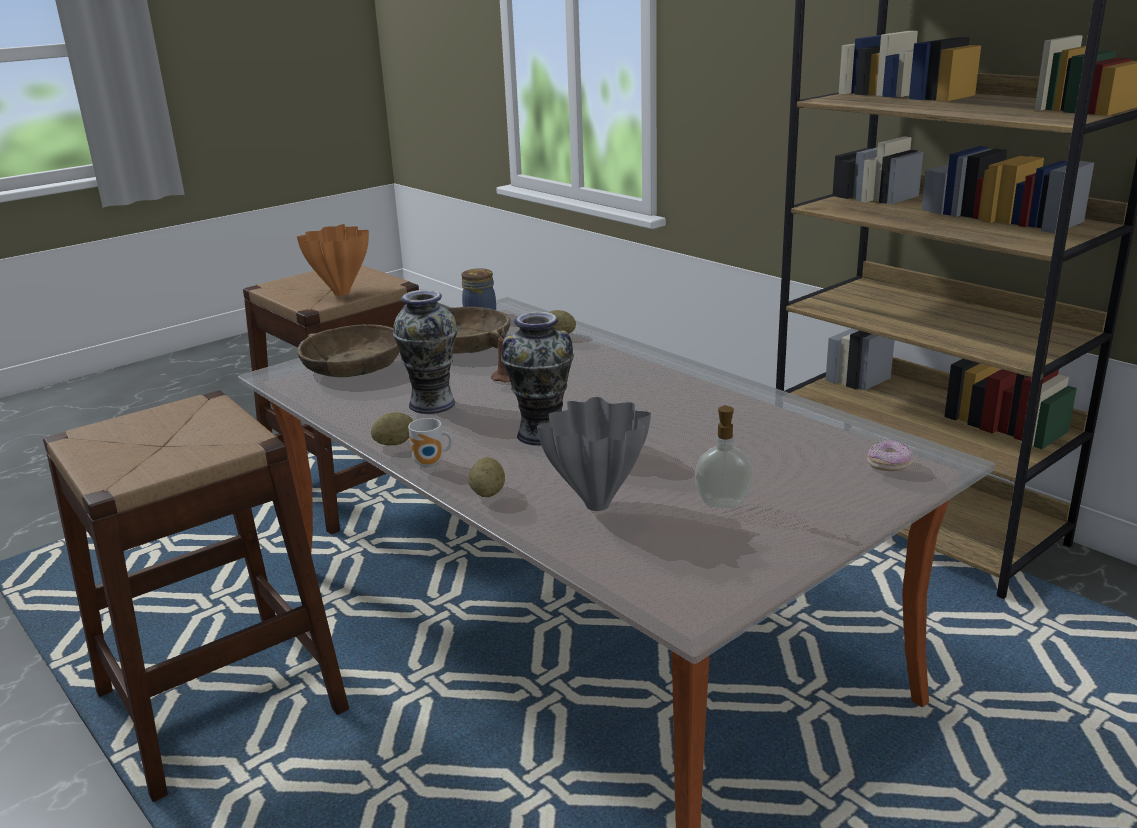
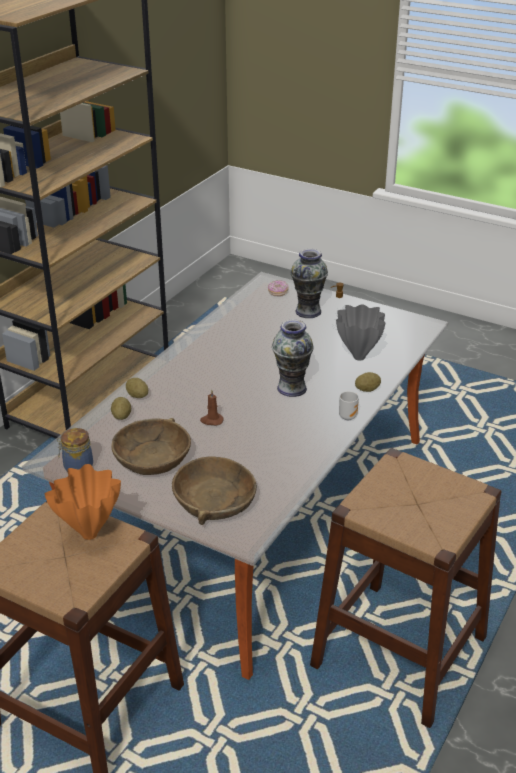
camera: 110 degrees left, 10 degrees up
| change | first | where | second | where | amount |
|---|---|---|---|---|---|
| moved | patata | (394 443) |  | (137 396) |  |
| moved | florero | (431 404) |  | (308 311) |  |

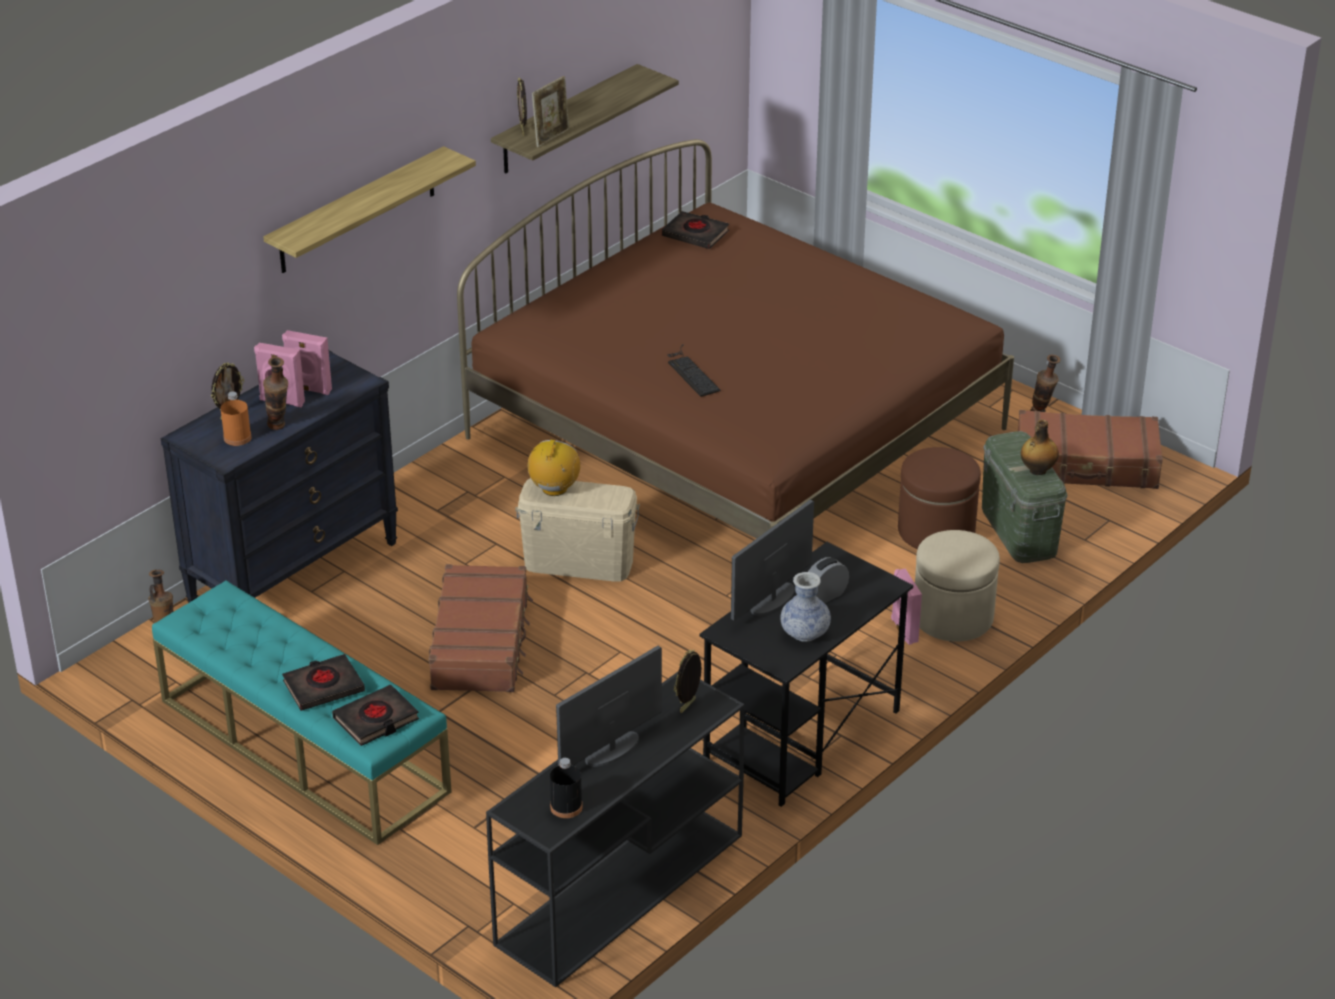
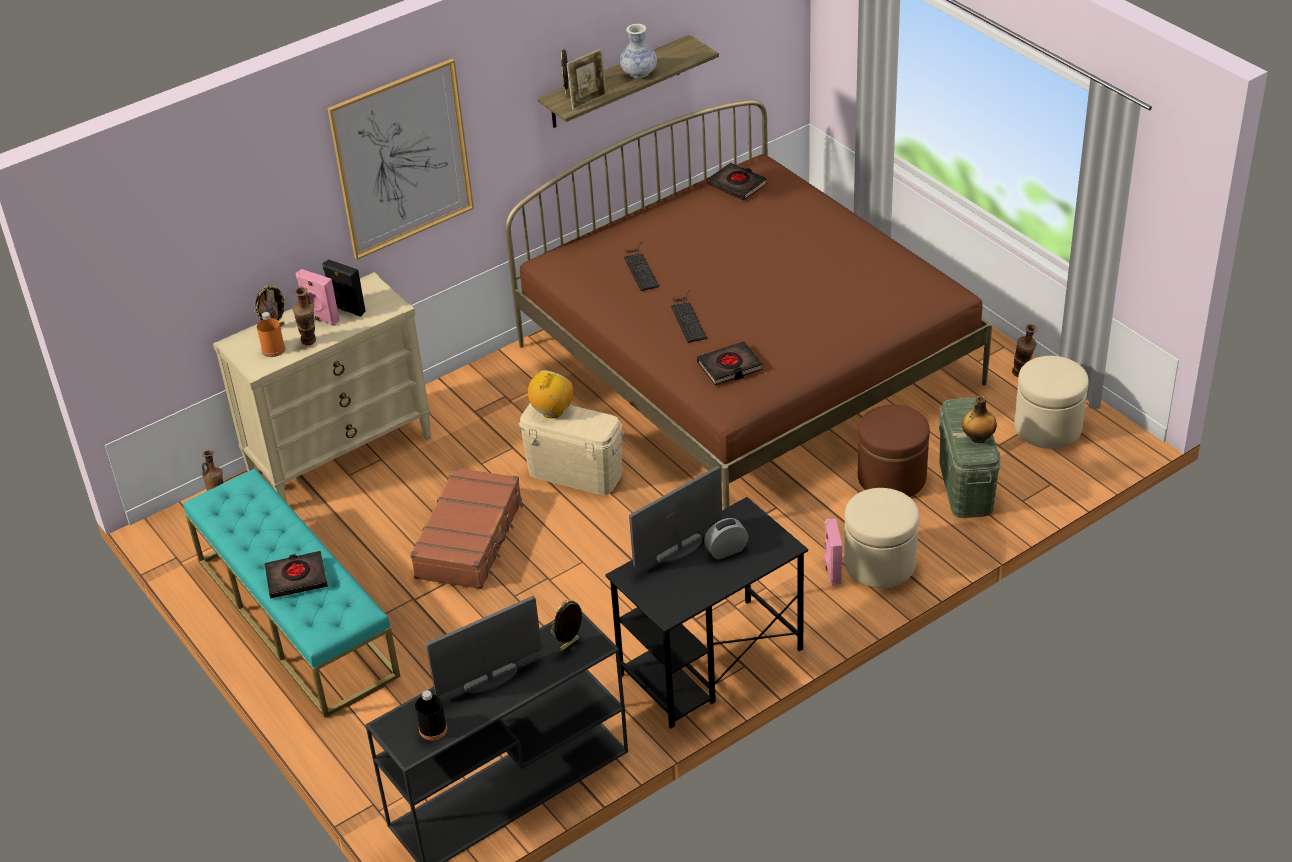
camera: 15 degrees right, 5 degrees up
| change | first | where | second | where | amount |
|---|---|---|---|---|---|
| recoloured | cómoda [negro] | (294 571) | cómoda [beis] | (341 455) |  |
| replaced | estante | (357 211) | cuadro | (402 159) |  |
| recoloured | altavoz [rosa] | (309 389) | altavoz [negro] | (347 309) |  |
| moved | libro [negro] | (376 720) |  | (729 367) |  |
| moved | florero | (804 633) |  | (639 73) |  |
| replaced | maleta [marrón] | (1086 465) | puf [beis] | (1047 427) |  |
| added |  |  | teclado | (640 268) |  |

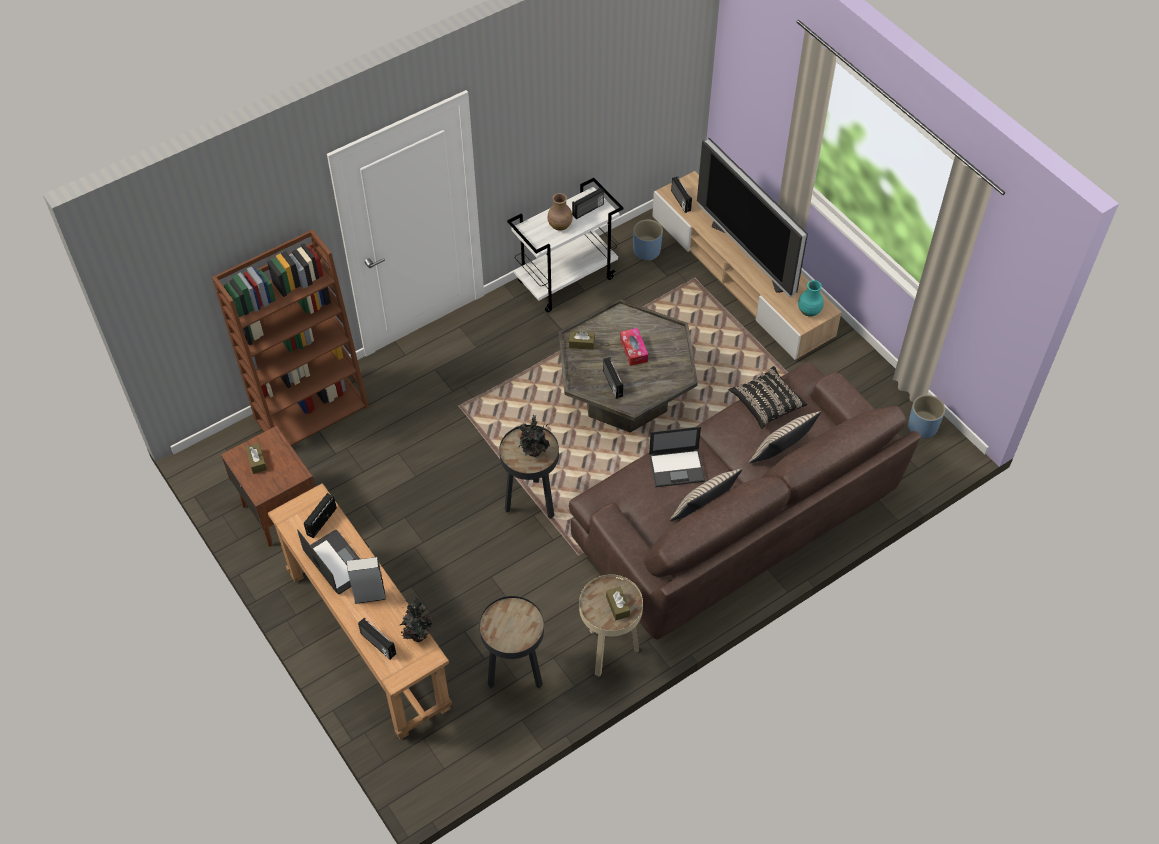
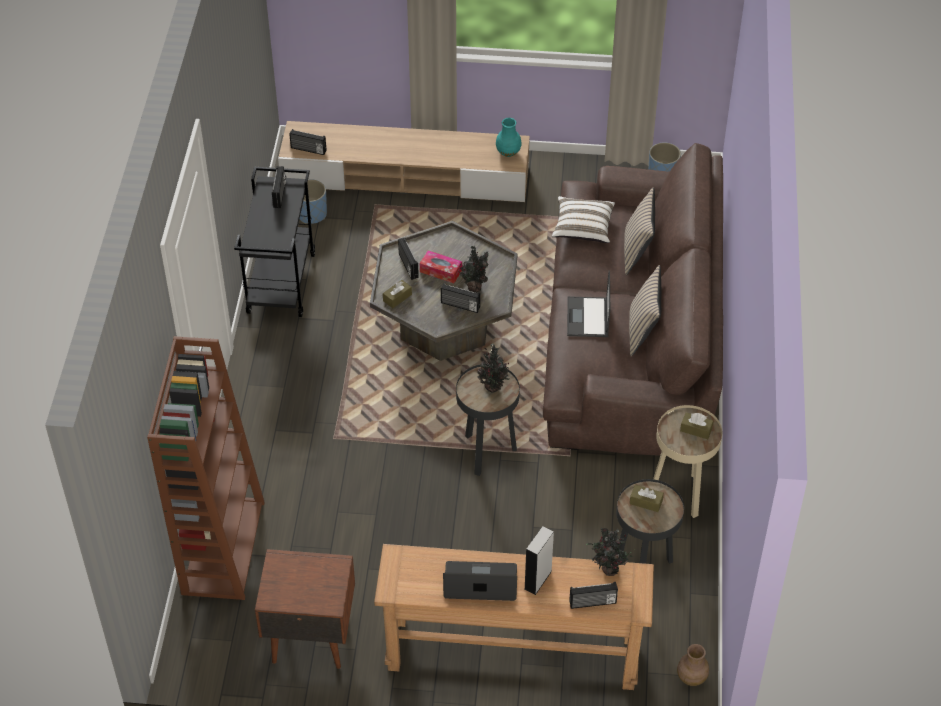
camera: 50 degrees left, 5 degrees down
| change | first | where | second | where | amount |
|---|---|---|---|---|---|
| moved | caja de pañuelos [marrón] | (257 461) |  | (646 502) |  |
| moved | radio | (321 521) |  | (407 266) |  |
| recoloured | carrito [blanco] | (566 279) | carrito [negro] | (280 282) |  |
| moved | florero [marrón] | (560 225) |  | (691 677) |  |
| turned | portátil | (677 467) |  | (588 318) | 150 degrees clockwise |
| removed | televisor | (751 254) |  |  |  |
| recoloured | cojín [negro] | (766 404) | cojín [blanco] | (583 228) |  |
| added |  |  | planta en maceta | (475 286) |  |

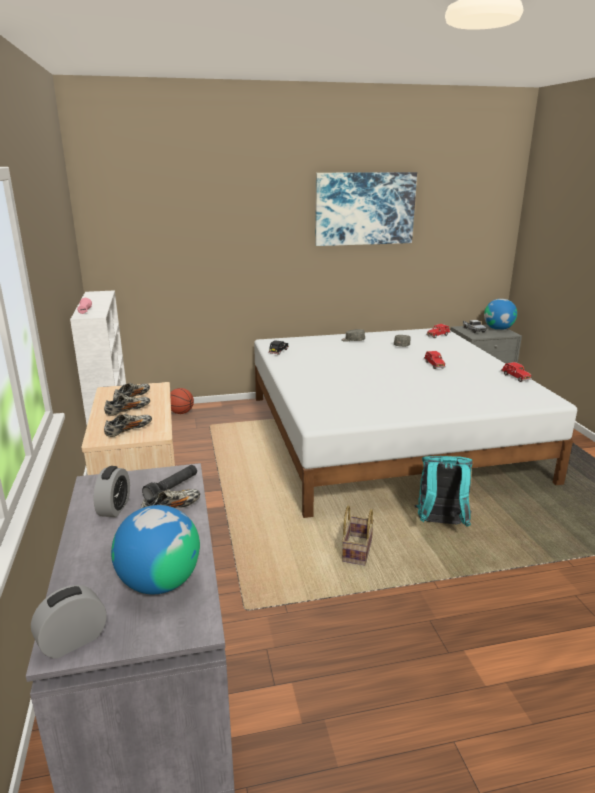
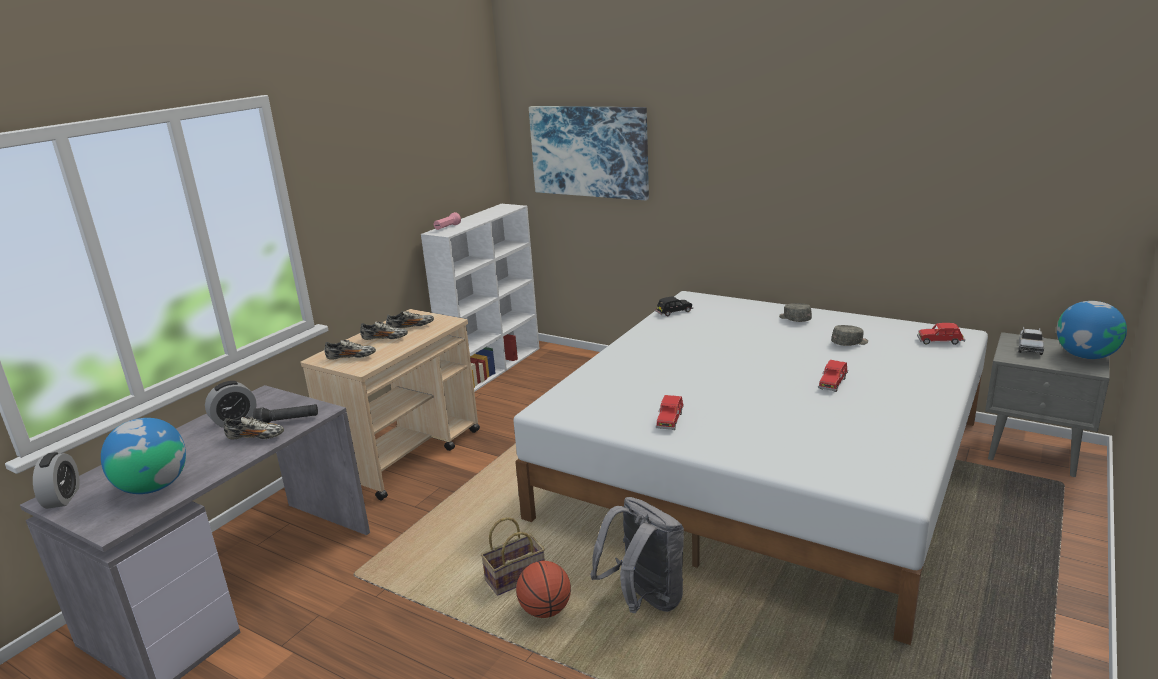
camera: 45 degrees right, 0 degrees up
| change | first | where | second | where | amount |
|---|---|---|---|---|---|
| turned | despertador | (73 641) |  | (63 498) | 75 degrees clockwise |
| moved | balón de baloncesto | (181 413) |  | (545 610) |  |
| moved | cuadro | (364 209) |  | (589 151) |  |
| recoloured | mochila [turquesa] | (440 524) | mochila [gris] | (644 600) |  |
| moved | coche de juguete [rojo] | (515 377) |  | (670 420) |  |

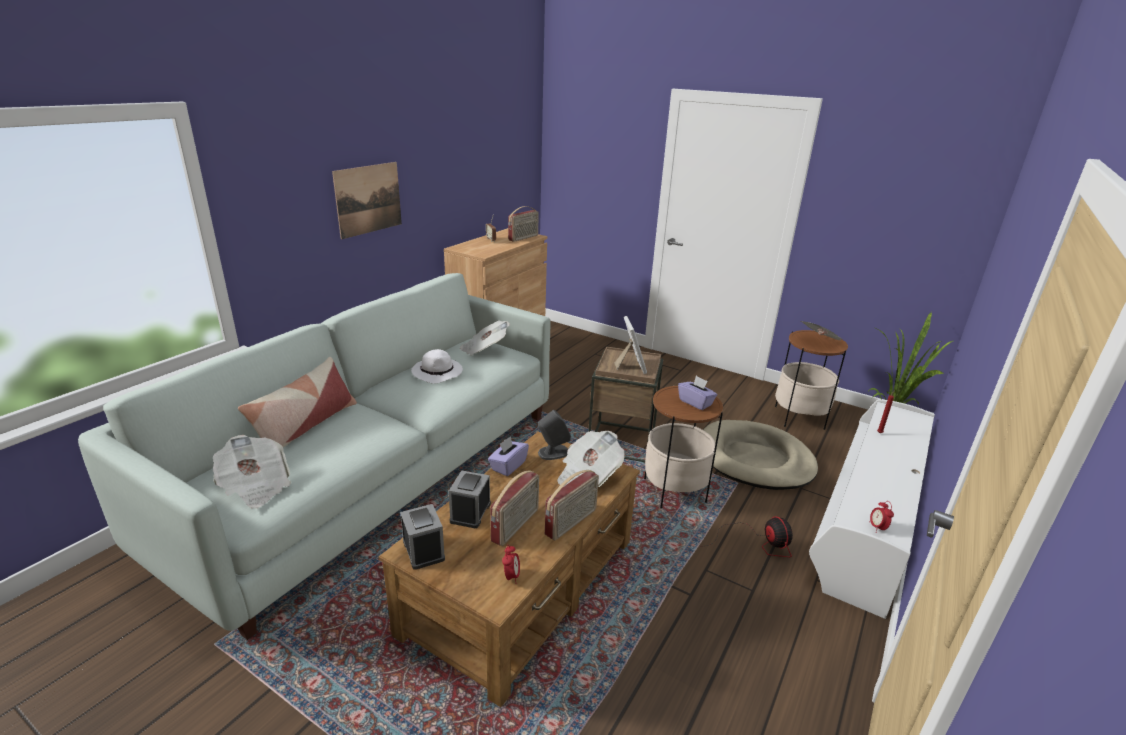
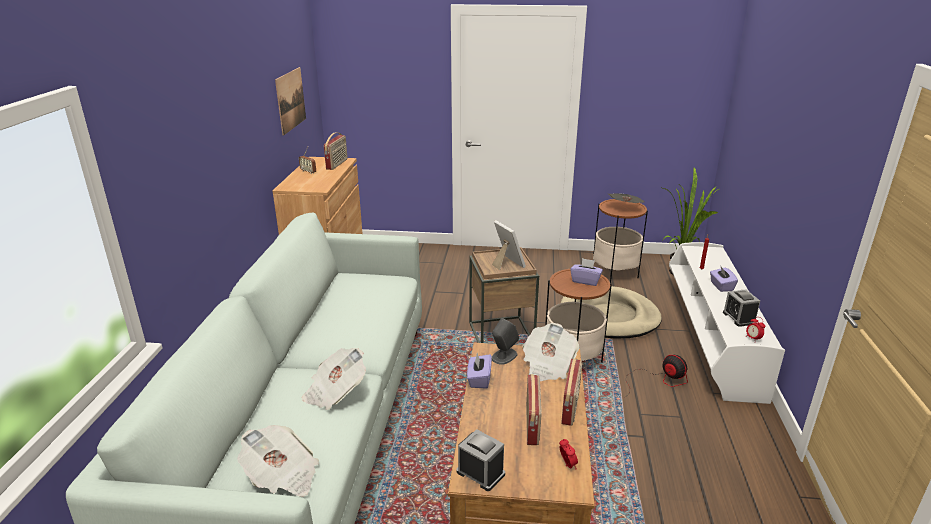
camera: 25 degrees left, 0 degrees up
| change | first | where | second | where | amount |
|---|---|---|---|---|---|
| removed | cojín | (306 426) |  |  |  |
| moved | cuadro | (368 199) |  | (290 100) |  |
| removed | sombrero [blanco] | (438 373) |  |  |  |
| moved | despertador | (470 512) |  | (739 318) |  |
| moved | periódico | (484 349) |  | (335 392) |  |
| added |  |  | caja de pañuelos [morado] | (721 286) |  |

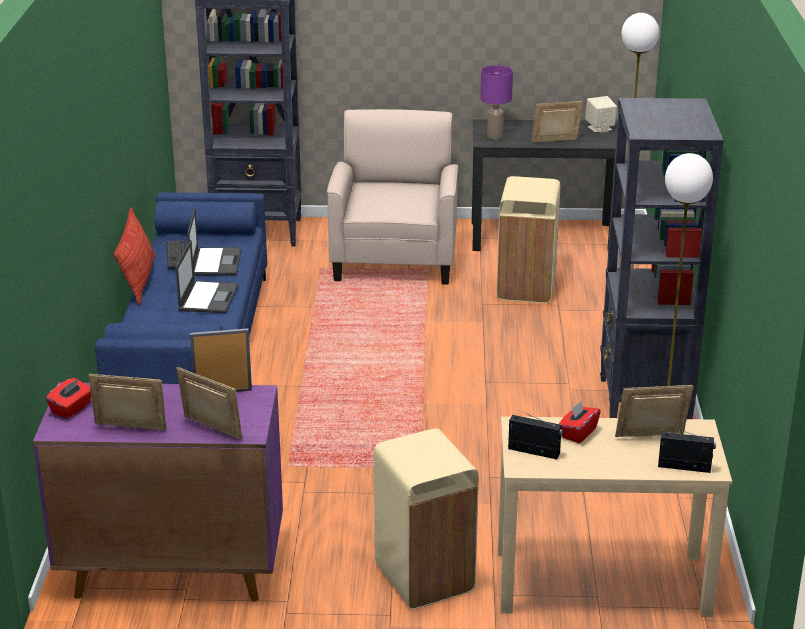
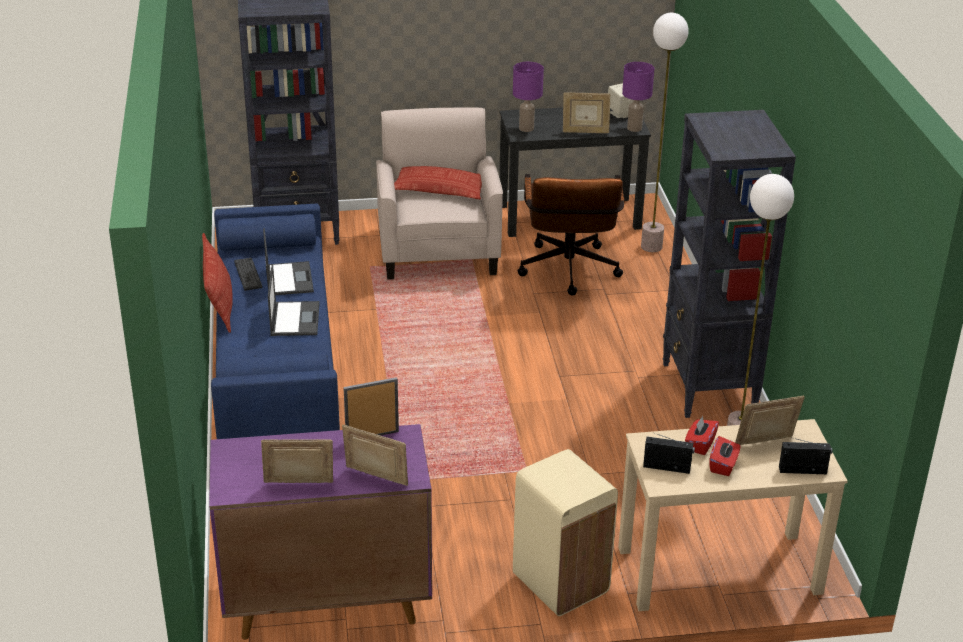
camera: 10 degrees left, 5 degrees up
| change | first | where | second | where | amount |
|---|---|---|---|---|---|
| moved | caja de pañuelos [rojo] | (71 409) |  | (723 465) |  |
| replaced | papelera [beis] | (525 288) | silla de oficina [marrón] | (568 273) |  |
| turned | portarretratos | (555 142) |  | (585 132) | 150 degrees counterclockwise |
| added |  |  | cojín | (440 189) |  |
| added |  |  | lámpara de mesa [morado] | (634 128) |  |

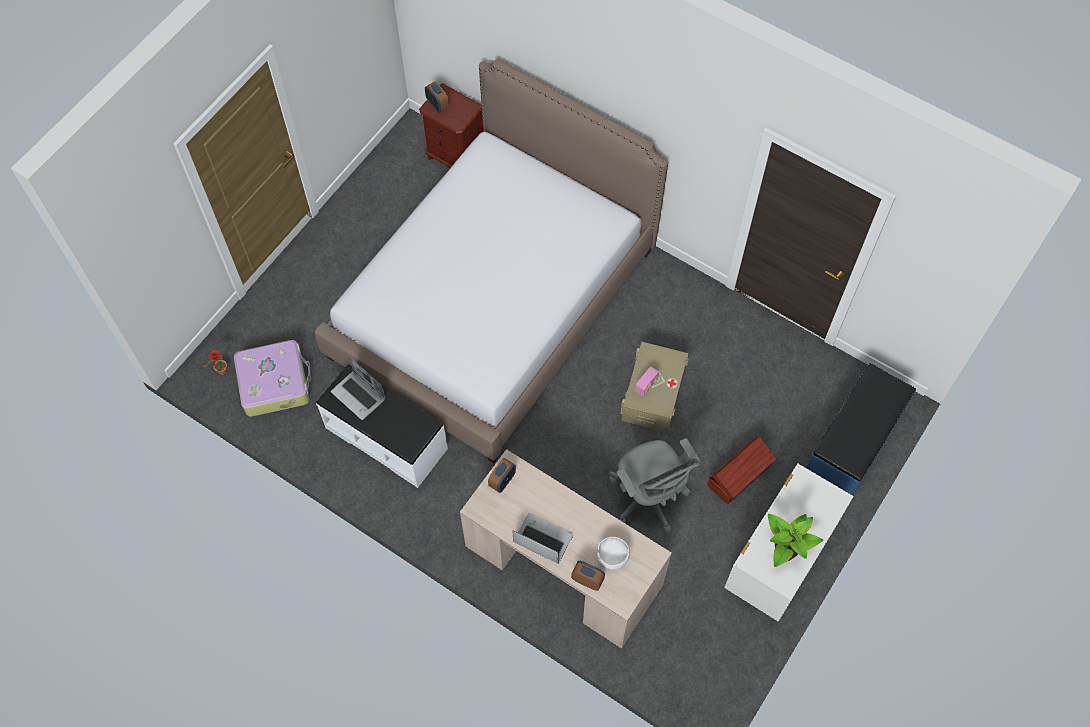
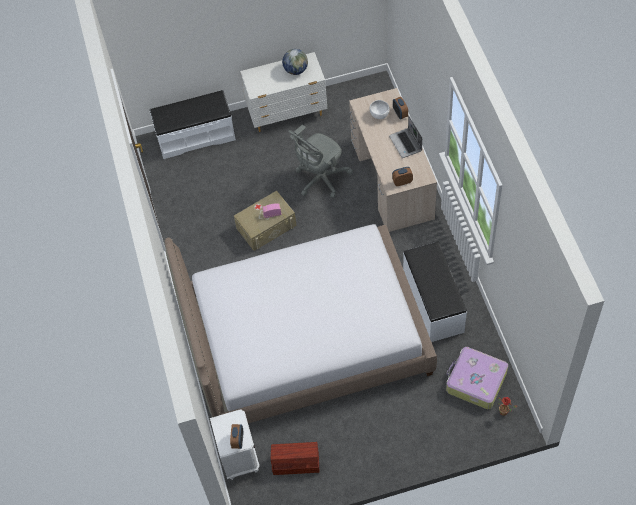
camera: 135 degrees left, 5 degrees down
| change | first | where | second | where | amount |
|---|---|---|---|---|---|
| removed | portátil | (359 395) |  |  |  |
| recoloured | mesita de noche [marrón] | (455 156) | mesita de noche [blanco] | (239 458) |  |
| turned | silla de oficina [gris] | (649 499) |  | (320 179) | 150 degrees counterclockwise |
| moved | caja de almacenaje [marrón] | (739 476) |  | (295 463) |  |
| replaced | planta en maceta | (785 551) | globo terráqueo | (296 70) |  |
| recoloured | banco [azul] | (852 446) | banco [blanco] | (195 136) |  |

